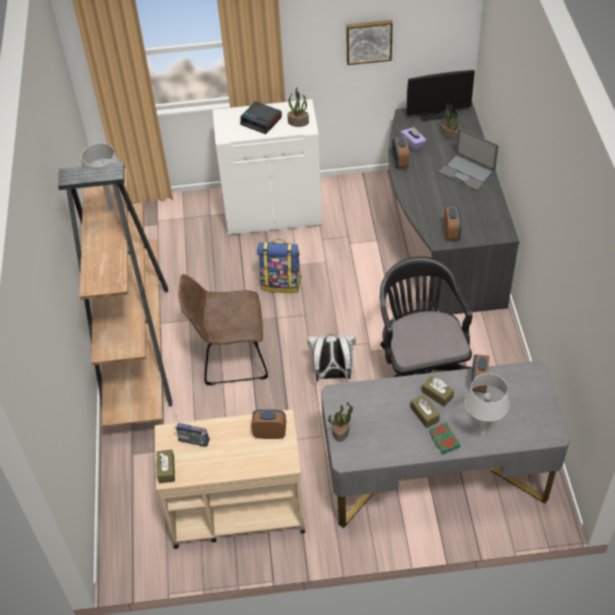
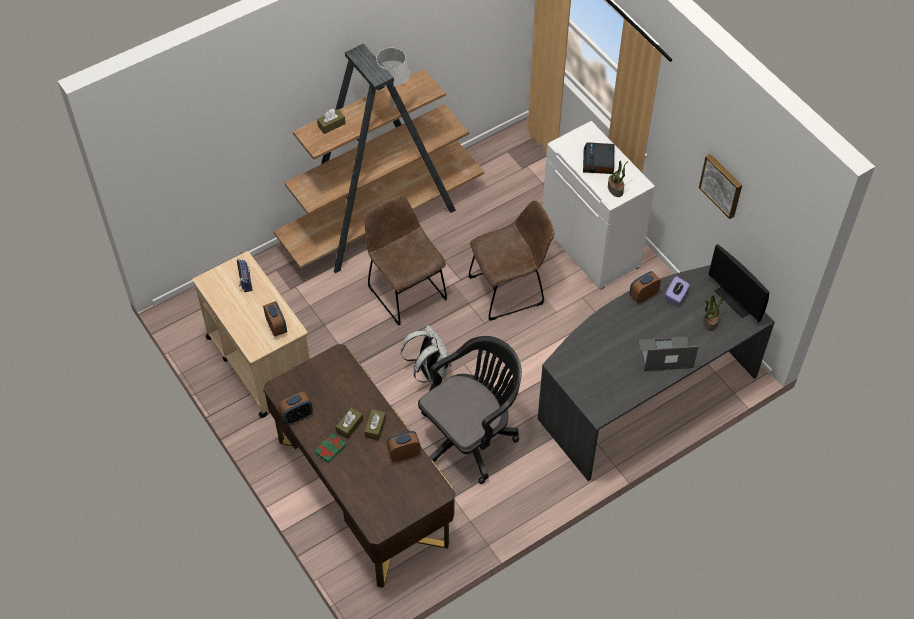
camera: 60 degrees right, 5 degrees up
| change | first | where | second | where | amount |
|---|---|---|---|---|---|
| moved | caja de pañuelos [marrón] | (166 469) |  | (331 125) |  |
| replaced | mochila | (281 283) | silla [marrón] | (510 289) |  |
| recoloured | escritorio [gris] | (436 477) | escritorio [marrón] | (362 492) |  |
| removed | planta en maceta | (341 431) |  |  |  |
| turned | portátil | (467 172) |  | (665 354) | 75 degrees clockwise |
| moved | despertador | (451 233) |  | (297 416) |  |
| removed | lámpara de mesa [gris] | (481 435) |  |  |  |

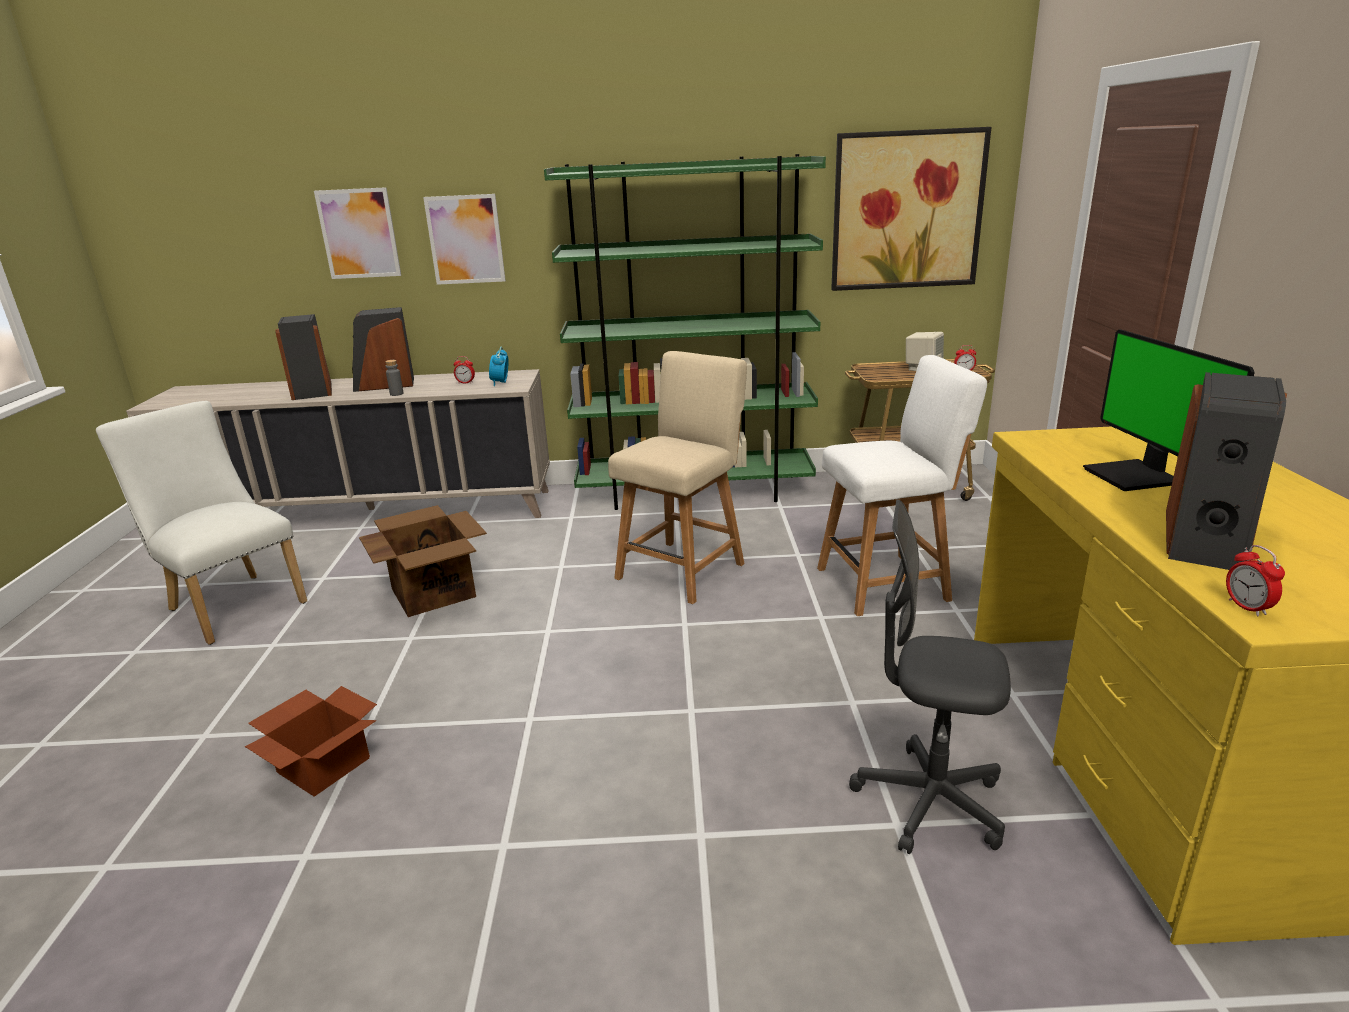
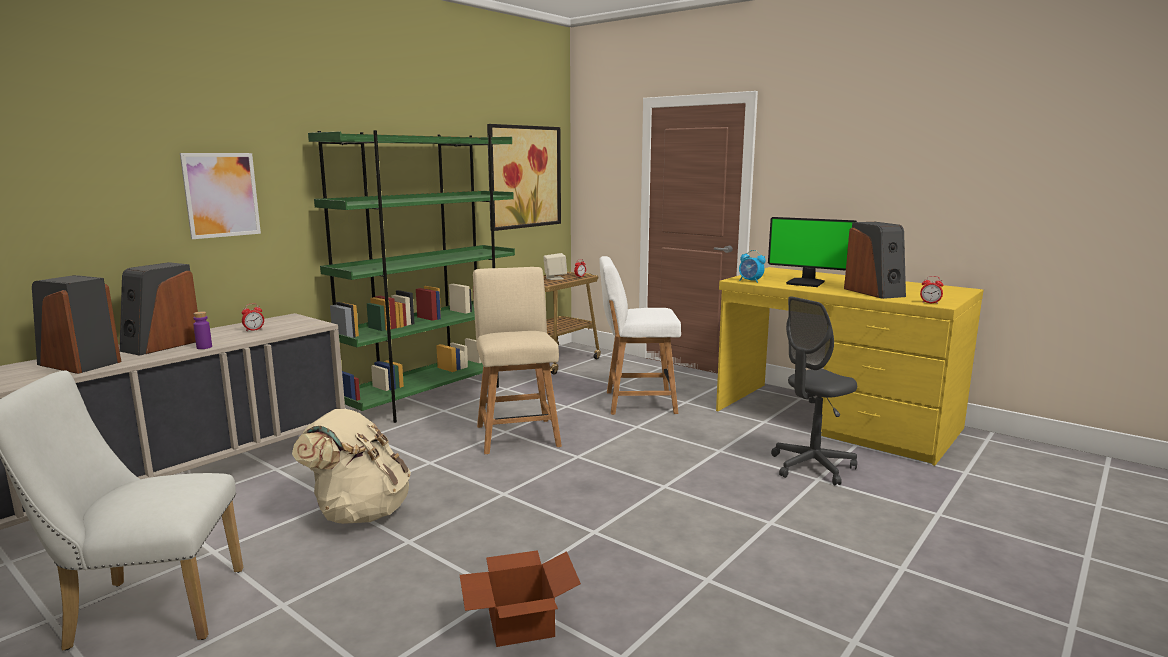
camera: 50 degrees left, 10 degrees down
| change | first | where | second | where | amount |
|---|---|---|---|---|---|
| removed | cuadro | (358 233) |  |  |  |
| replaced | caja de cartón | (433 592) | mochila [beis] | (359 513) |  |
| recoloured | botella [gris] | (396 394) | botella [morado] | (204 347) |  |
| moved | despertador | (500 383) |  | (750 281) |  |
| turned | silla [blanco] | (888 583) |  | (636 402) | 120 degrees counterclockwise |

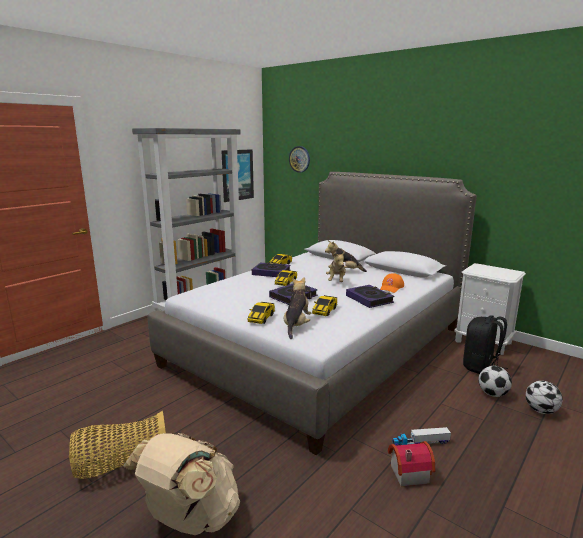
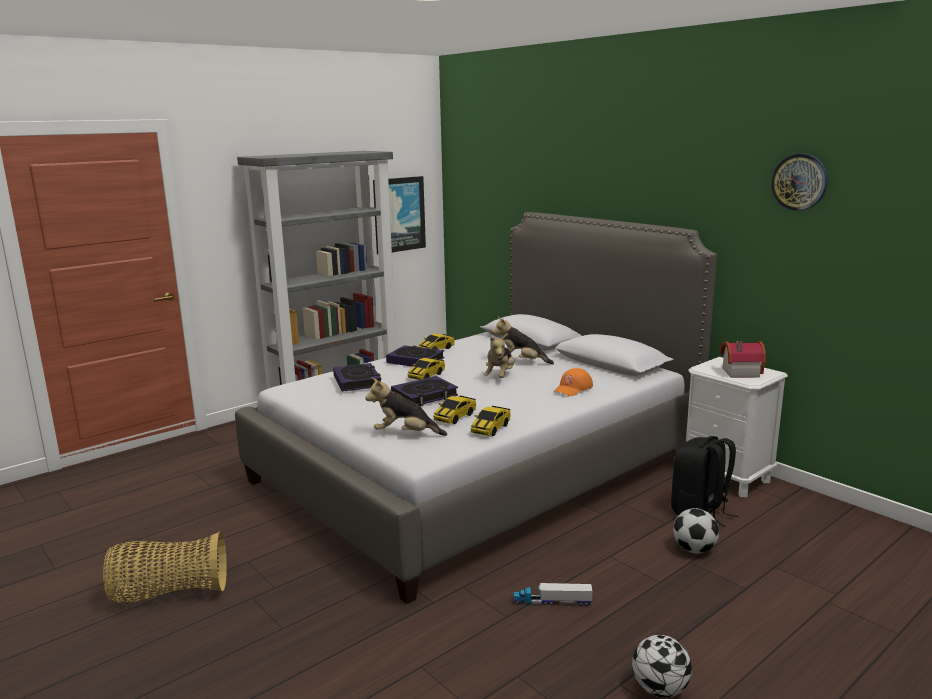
camera: 10 degrees right, 0 degrees up
| change | first | where | second | where | amount |
|---|---|---|---|---|---|
| removed | mochila [beis] | (190 518) |  |  |  |
| moved | coche de juguete | (261 318) |  | (491 428) |  |
| turned | peluche | (296 325) |  | (405 434) | 105 degrees counterclockwise |
| moved | reloj de pared | (299 159) |  | (799 182) |  |
| moved | libro | (369 299) |  | (357 381) |  |
| moved | casita | (407 472) |  | (738 372) |  |
| moved | balón de fútbol | (541 411) |  | (660 690) |  |

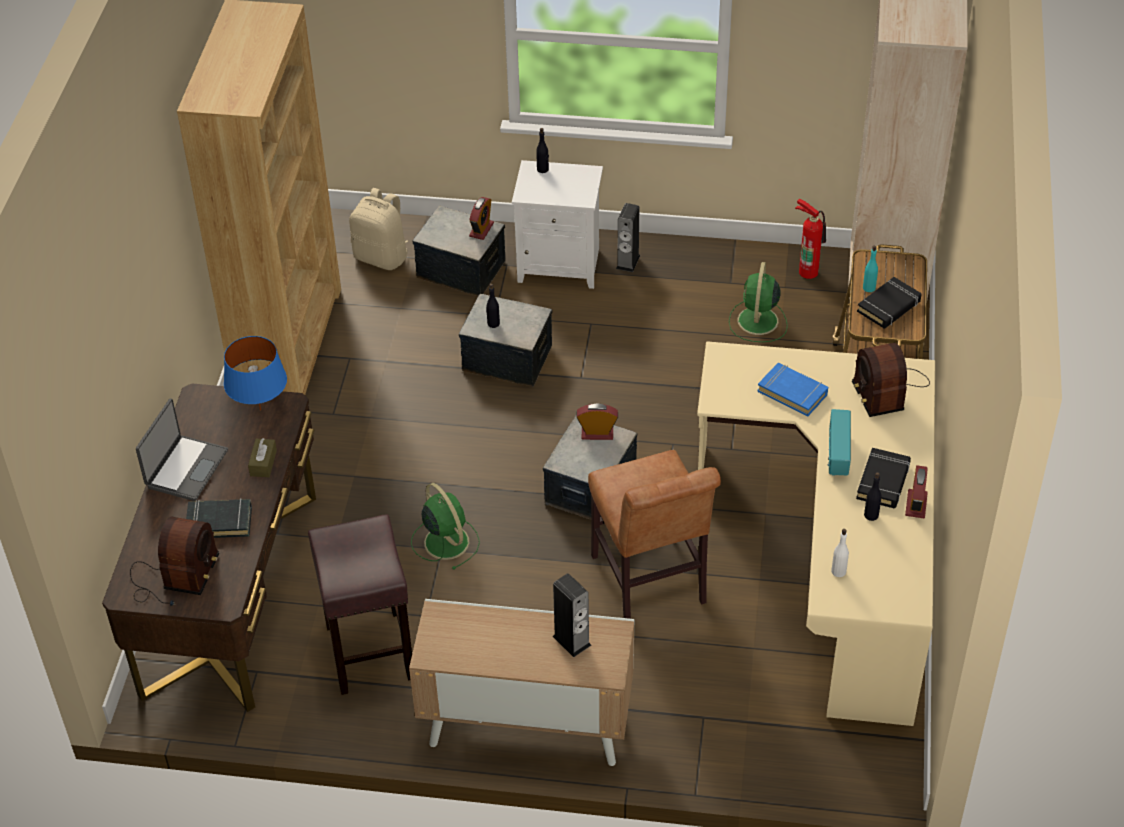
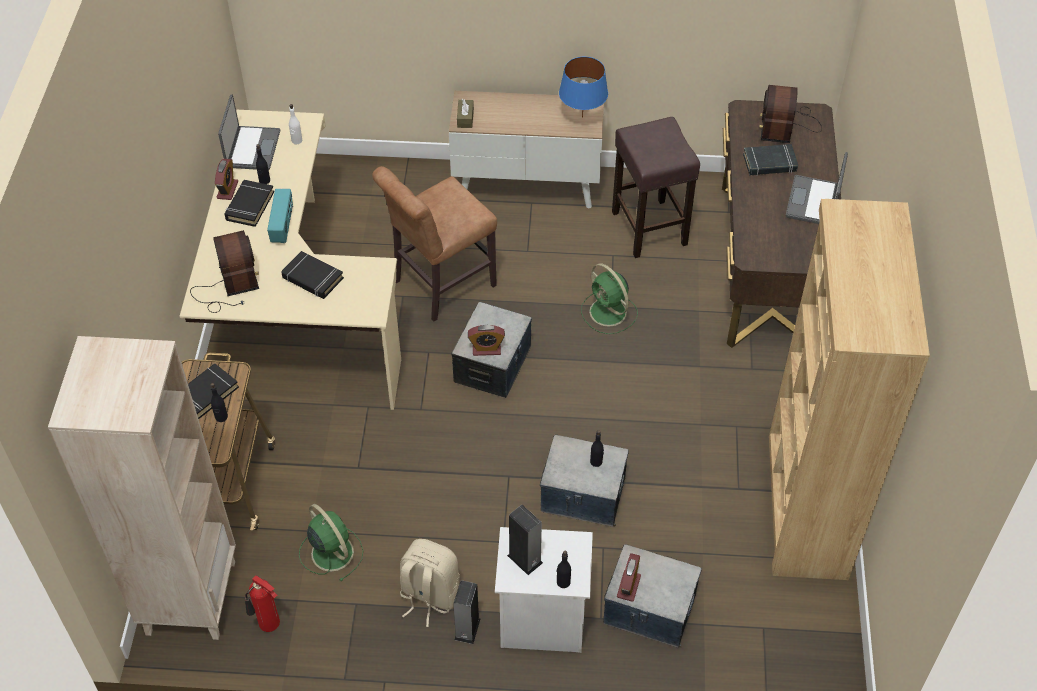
camera: 175 degrees right, 5 degrees up
| change | first | where | second | where | amount |
|---|---|---|---|---|---|
| moved | lámpara de mesa [azul] | (260 410) |  | (582 117) |  |
| moved | caja de pañuelos [marrón] | (263 463) |  | (465 118) |  |
| moved | mochila [beis] | (382 257) |  | (429 596) |  |
| moved | altavoz | (571 640) |  | (525 559) |  |
| turned | silla [marrón] | (650 584) |  | (440 285) | 105 degrees counterclockwise |
| turned | ventilador [verde] | (757 322) |  | (331 551) | 45 degrees counterclockwise |
| recoloured | libro [azul] | (792 393) | libro [negro] | (312 278) |  |
| recoloured | botella [turquesa] | (869 288) | botella [negro] | (221 417) |  |
| added |  |  | portátil | (252 149) |  |

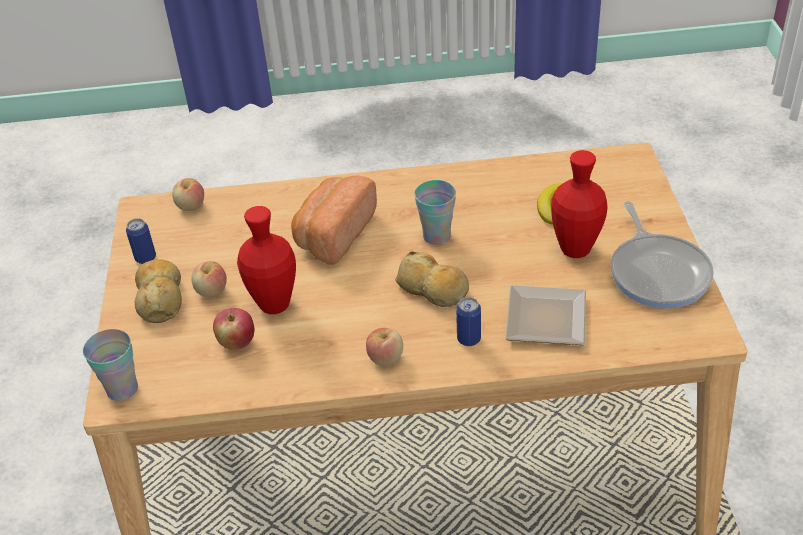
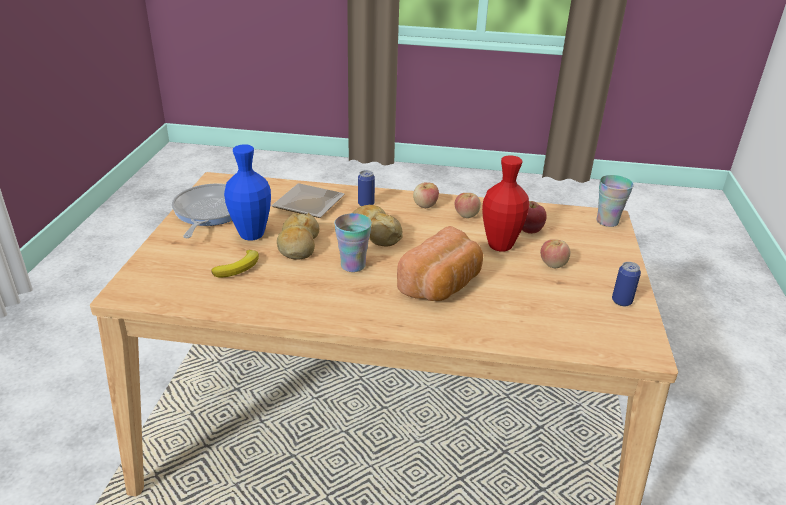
camera: 170 degrees left, 10 degrees down
| change | first | where | second | where | amount |
|---|---|---|---|---|---|
| moved | pan | (160 297) |  | (298 245) |  |
| moved | manzana | (191 206) |  | (466 215) |  |
| recoloured | florero [rojo] | (575 250) | florero [azul] | (251 235) |  |

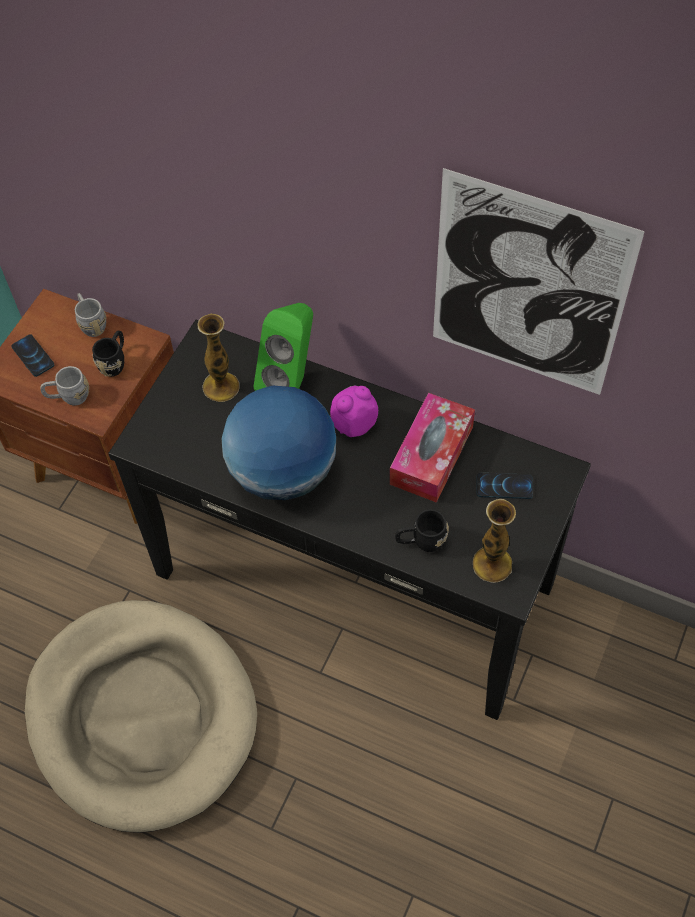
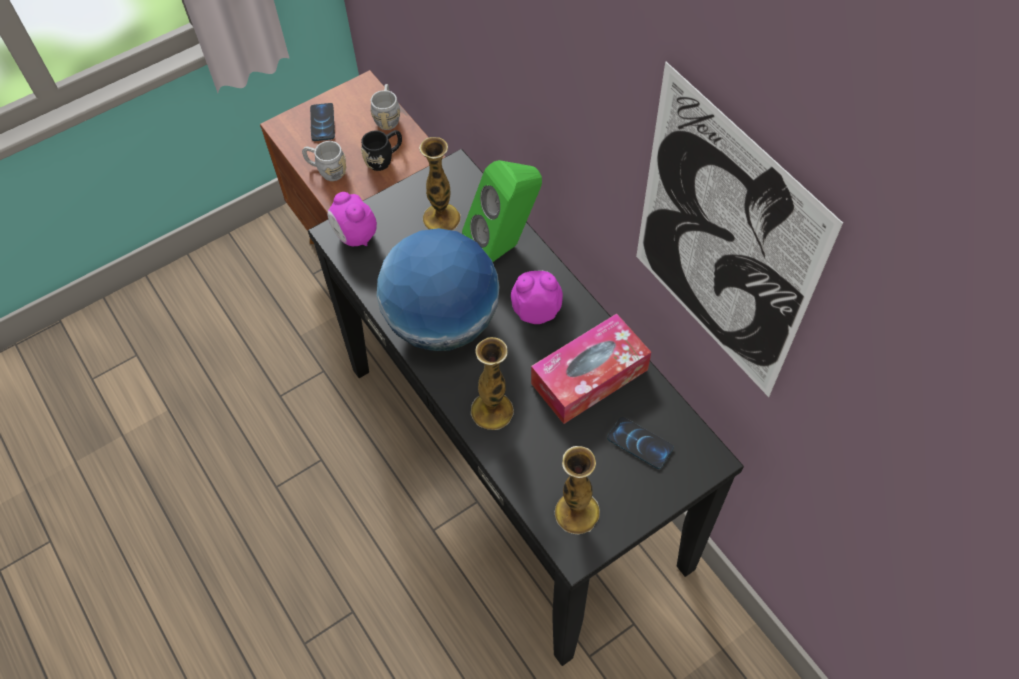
camera: 30 degrees right, 0 degrees up
| change | first | where | second | where | amount |
|---|---|---|---|---|---|
| removed | cama para perro [beis] | (142 715) |  |  |  |
| removed | taza grande [negro] | (421 541) |  |  |  |
| added |  |  | despertador | (355 236) |  |
| added |  |  | florero | (492 411) |  |

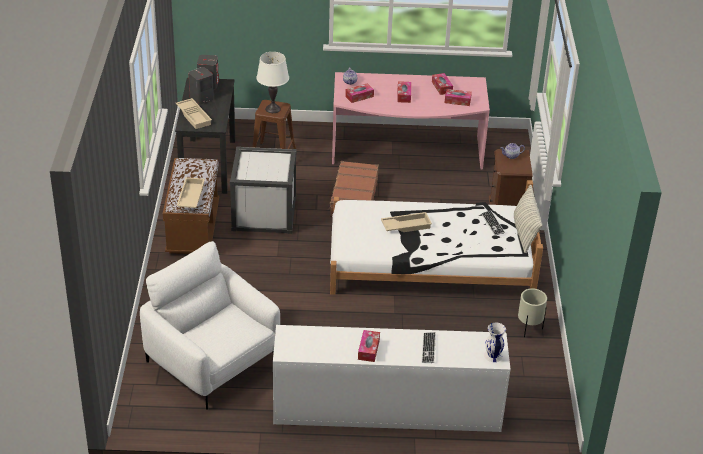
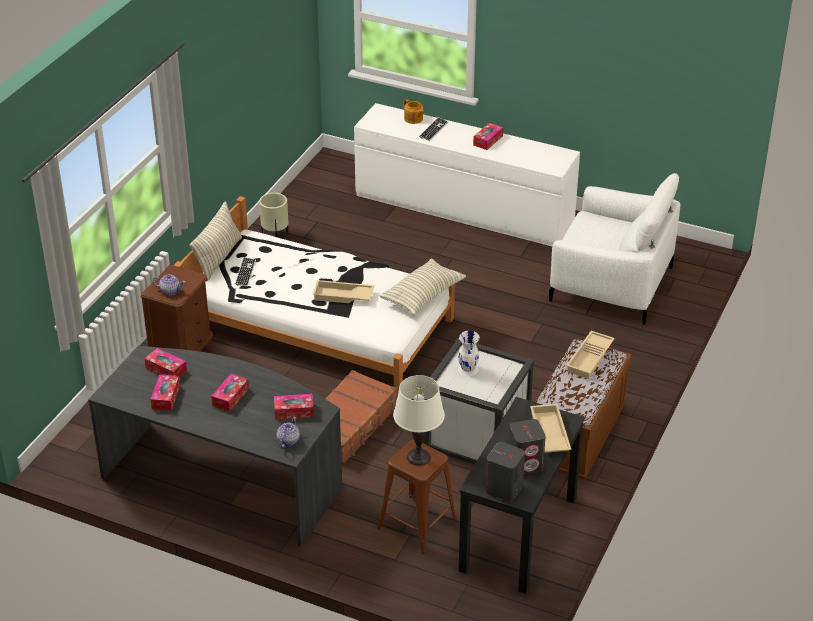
camera: 155 degrees left, 0 degrees up
| change | first | where | second | where | amount |
|---|---|---|---|---|---|
| turned | sillón [blanco] | (213 362) |  | (610 284) | 45 degrees counterclockwise |
| recoloured | escritorio [rosa] | (406 152) | escritorio [gris] | (225 478) |  |
| moved | florero [blanco] | (492 355) |  | (468 369) |  |
| added |  |  | cojín | (422 296) |  |
| added |  |  | tetera | (413 119) |  |

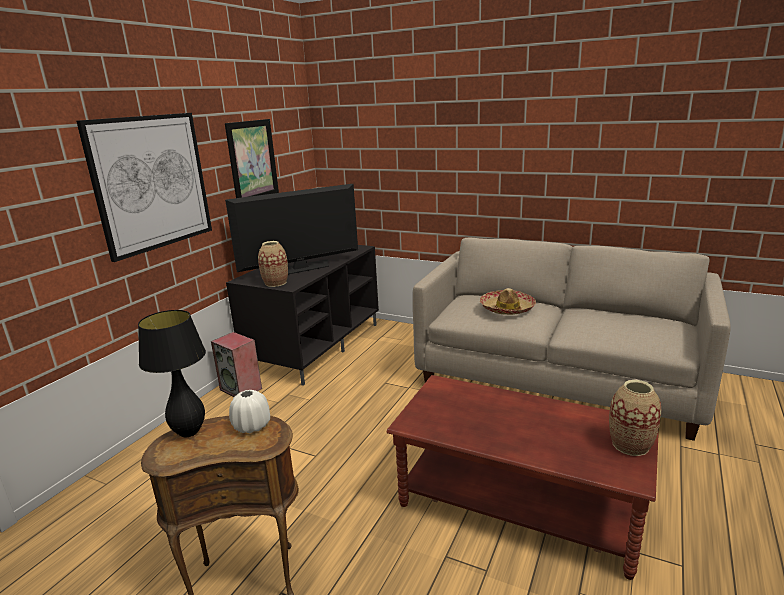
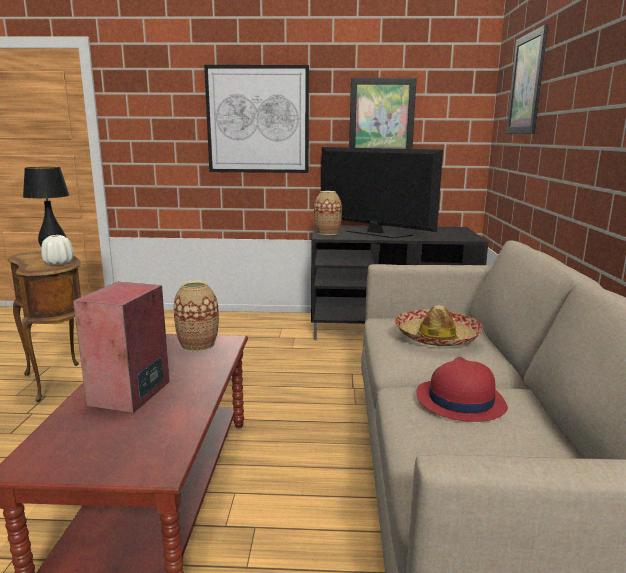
camera: 65 degrees right, 5 degrees down
| change | first | where | second | where | amount |
|---|---|---|---|---|---|
| moved | altavoz | (241 389) |  | (130 394) |  |
| moved | florero | (630 445) |  | (198 345) |  |
| added |  |  | sombrero [rojo] | (460 401) |  |
| added |  |  | cuadro | (526 84) |  |

